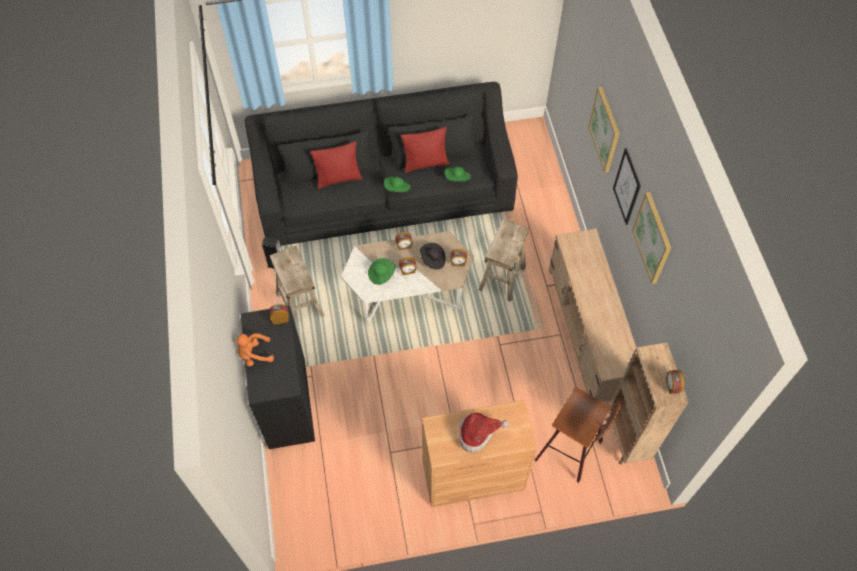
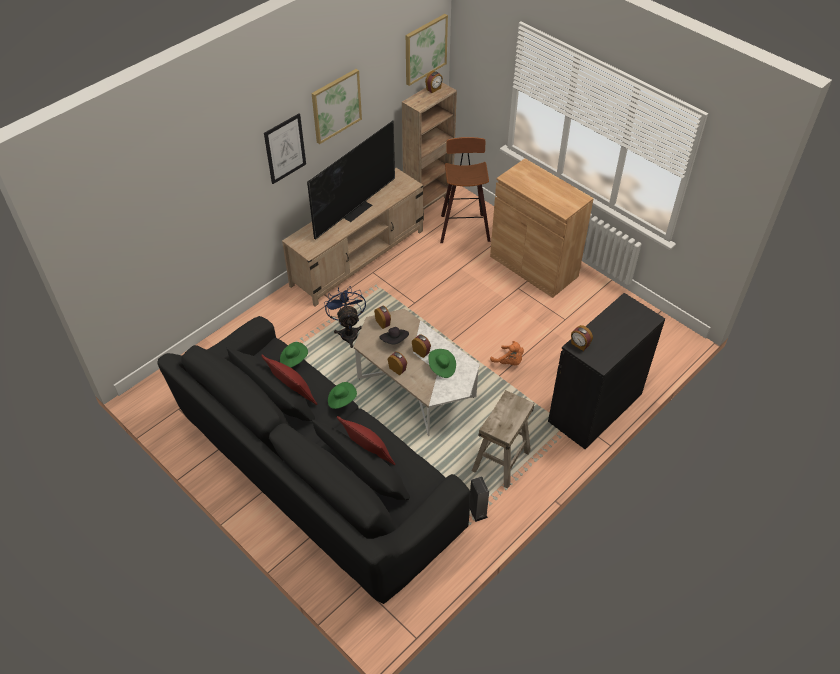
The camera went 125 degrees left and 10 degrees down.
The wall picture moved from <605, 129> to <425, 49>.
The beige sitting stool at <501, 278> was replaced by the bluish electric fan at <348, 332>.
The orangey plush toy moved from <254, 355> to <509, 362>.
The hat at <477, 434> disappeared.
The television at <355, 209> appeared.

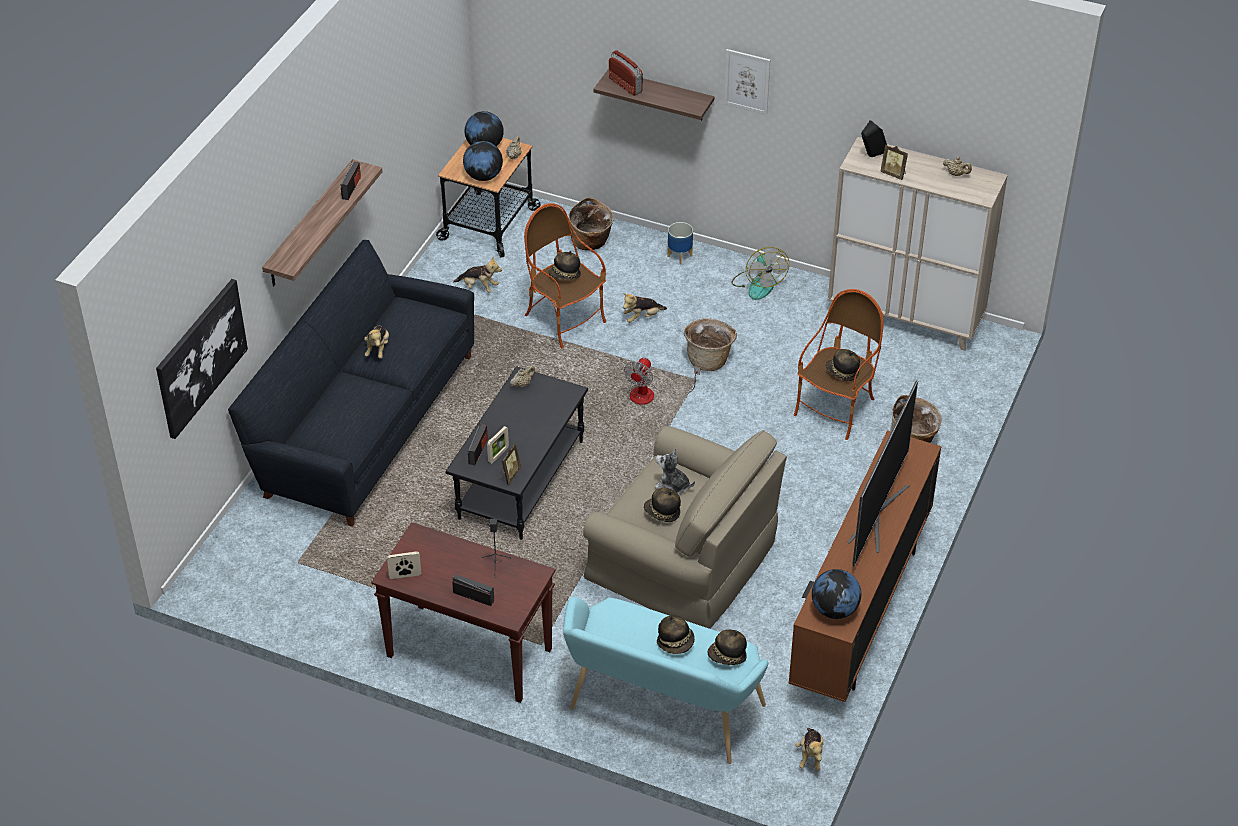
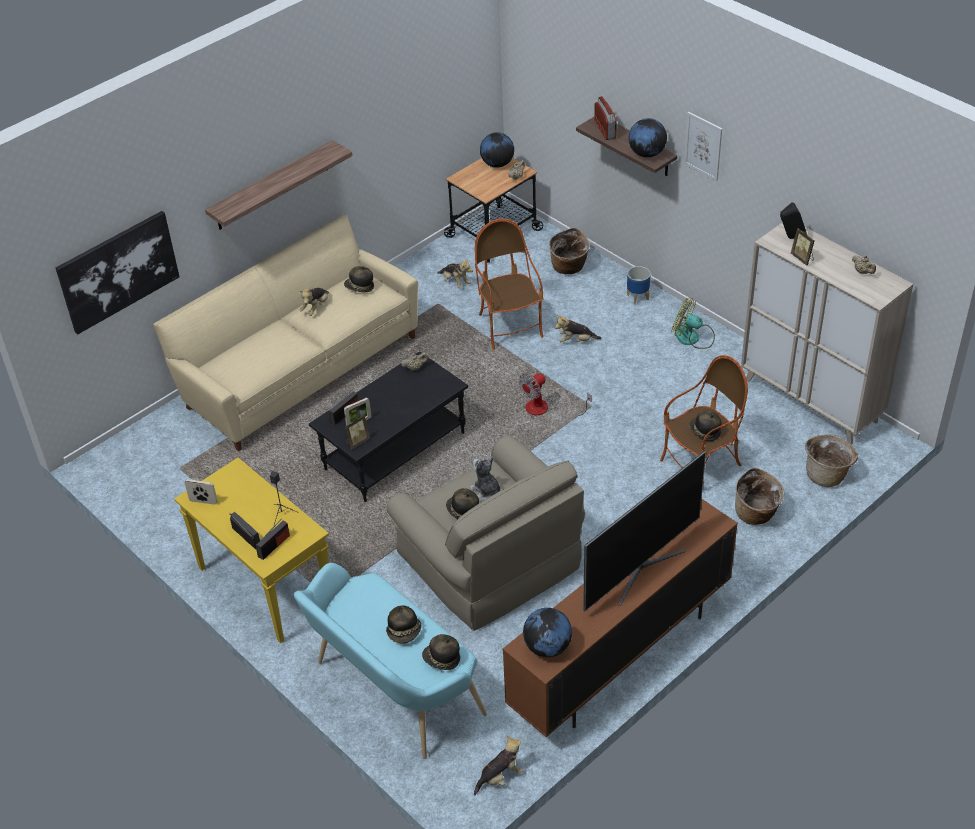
The camera went 25 degrees right and 0 degrees up.
The world globe moved from <483, 176> to <646, 153>.
The radio moved from <351, 187> to <274, 546>.
The black-coloured couch at <363, 423> became the beige couch at <298, 369>.
The electric fan at <758, 284> turned 105 degrees clockwise.
The hat moved from <565, 275> to <359, 287>.
The basket moved from <709, 359> to <827, 474>.
The brown hall table at <467, 653> became the yellow hall table at <264, 586>.
The plush toy at <810, 756> turned 150 degrees counterclockwise.

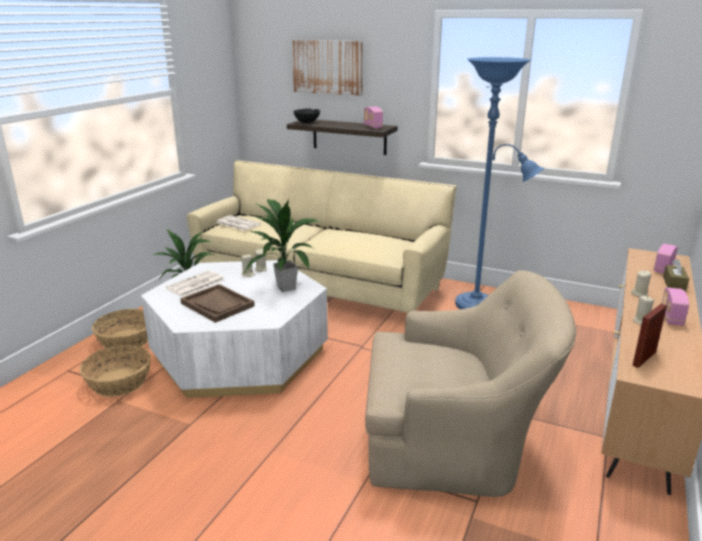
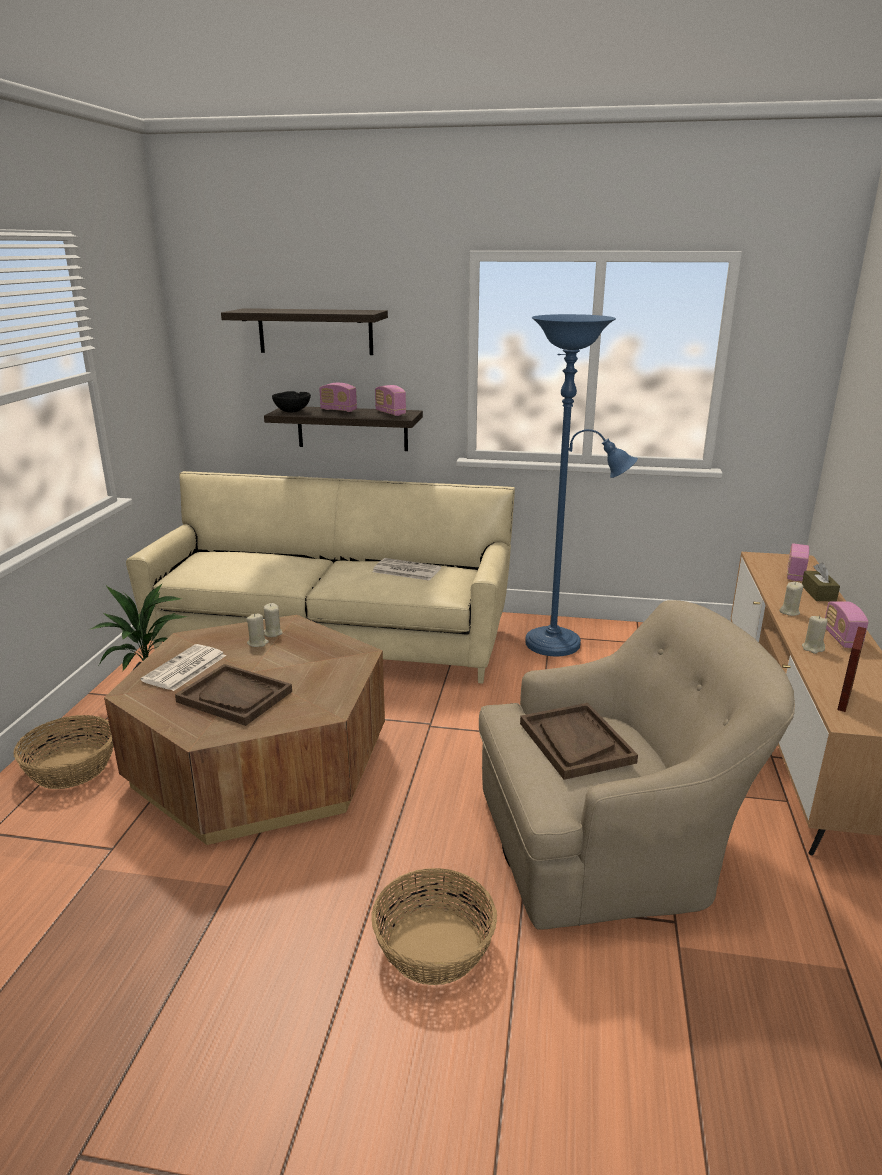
The camera went 15 degrees left and 0 degrees up.
The wall picture at <327, 67> was replaced by the wall shelf at <315, 331>.
The potted plant at <286, 287> disappeared.
The printed paper moved from <237, 223> to <405, 570>.
The whitish lounge table at <240, 354> became the brown lounge table at <261, 762>.
The basket moved from <119, 382> to <433, 946>.
The radio at <338, 410> appeared.
The brown tray at <575, 742> appeared.

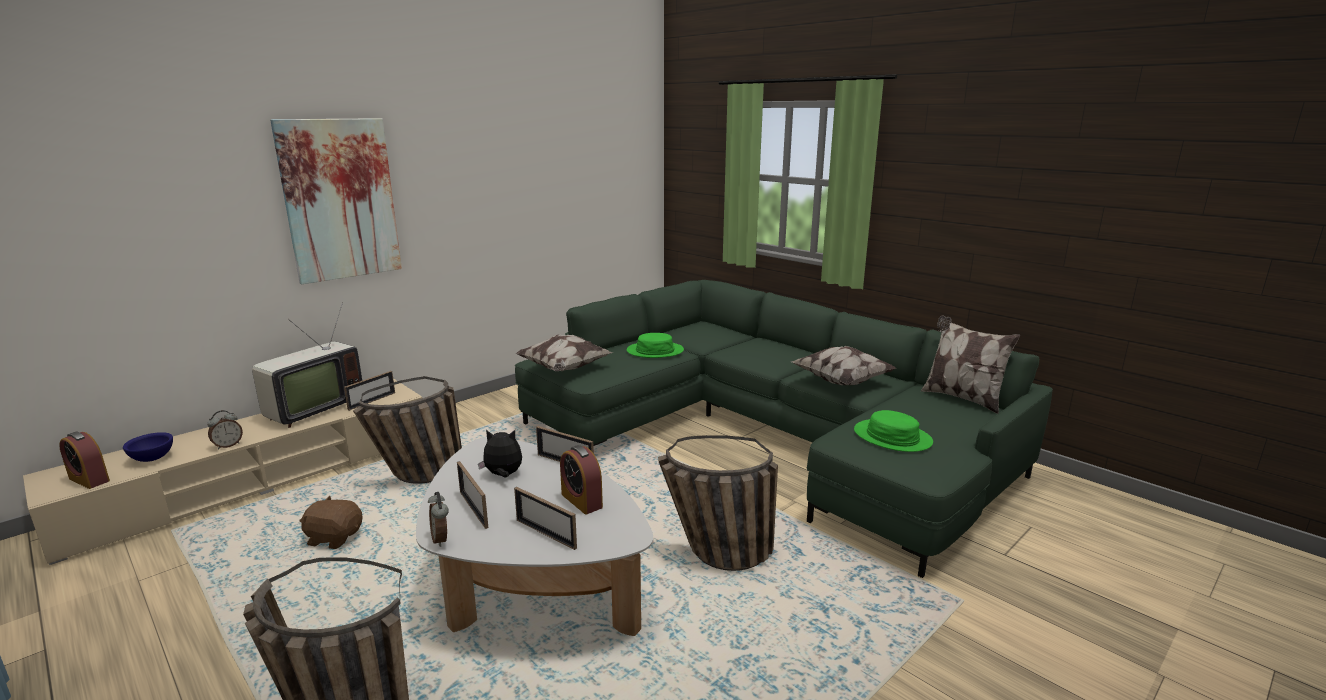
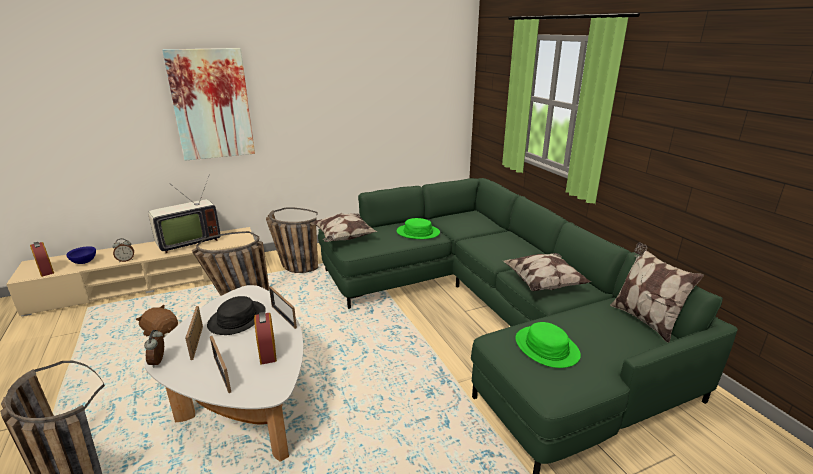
The camera went 20 degrees right and 5 degrees up.
The photo frame at <372, 401> disappeared.
The plush toy at <503, 475> was replaced by the black-coloured hat at <237, 318>.
The basket moved from <713, 555> to <292, 266>.

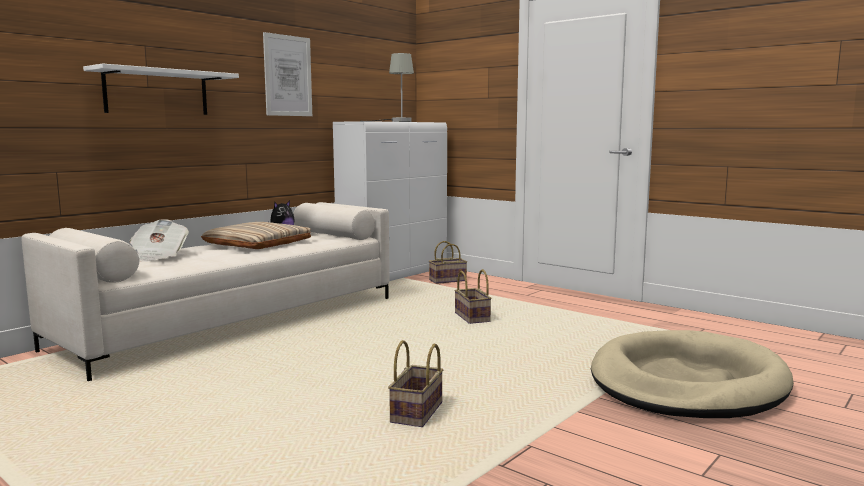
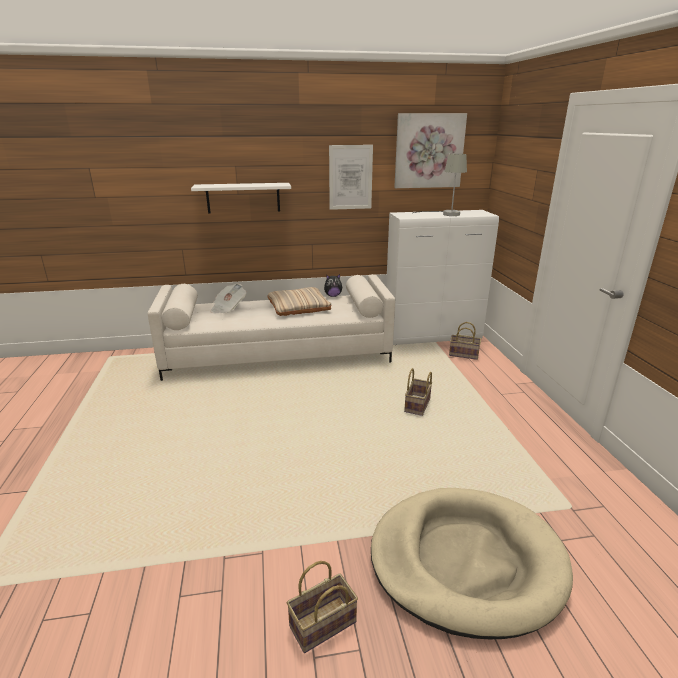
The camera went 40 degrees right and 15 degrees up.
The basket moved from <417, 414> to <322, 626>.
The wall picture at <429, 151> appeared.

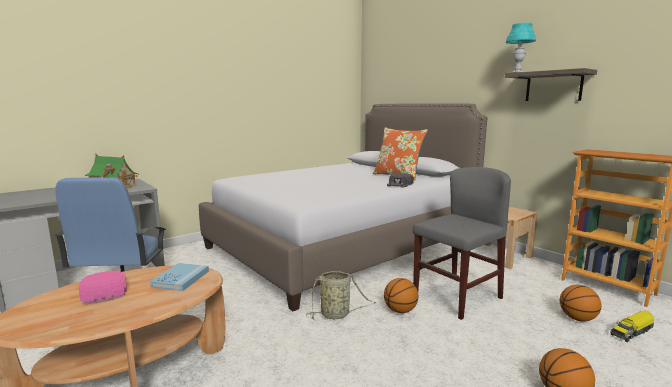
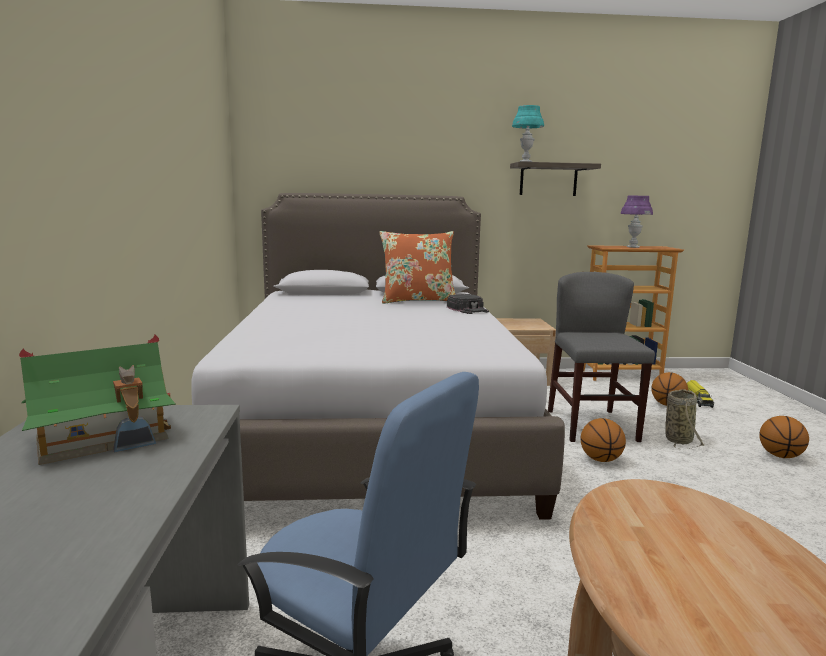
The camera went 55 degrees left and 0 degrees up.
The bluish book at <181, 279> disappeared.
The pink cap at <104, 290> disappeared.
The basket moved from <337, 314> to <678, 439>.
The purple table lamp at <633, 247> appeared.

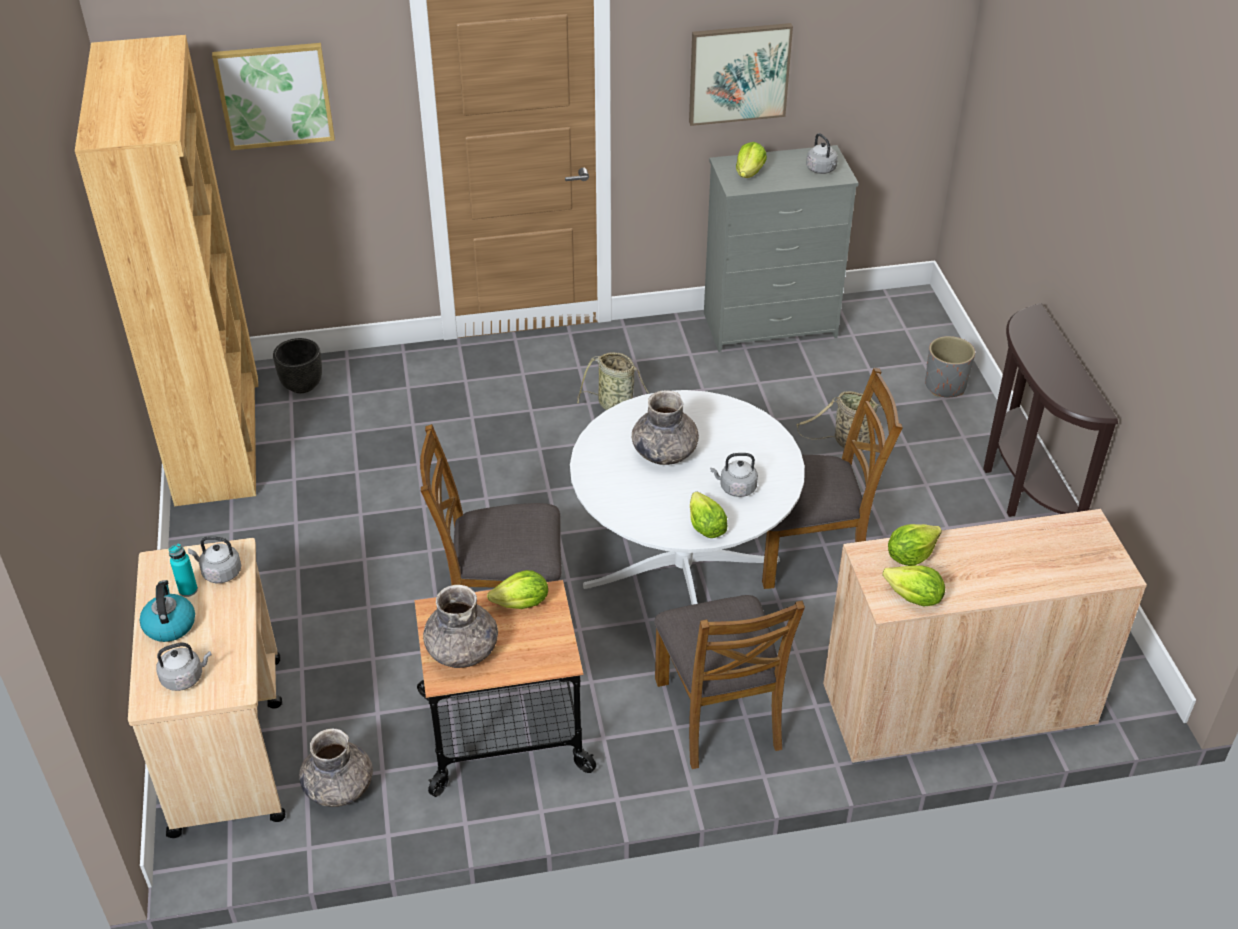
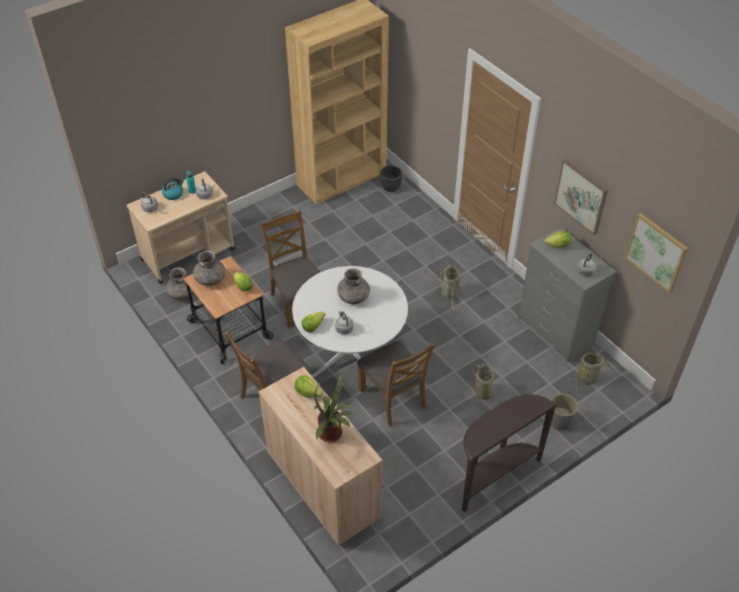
The camera went 65 degrees right and 5 degrees up.
The wall picture moved from <275, 95> to <656, 252>.
The lettuce head at <914, 598> disappeared.
The basket at <588, 379> appeared.
The potted plant at <332, 434> appeared.

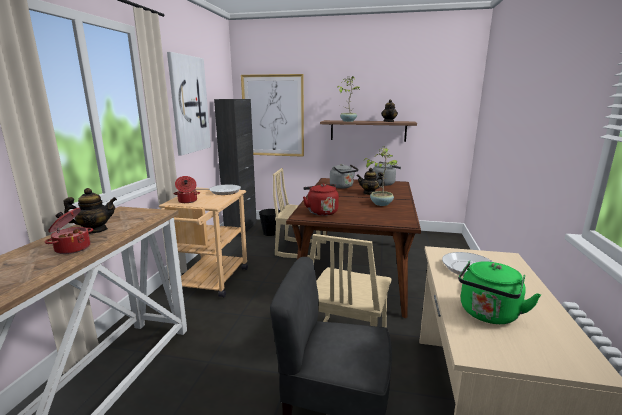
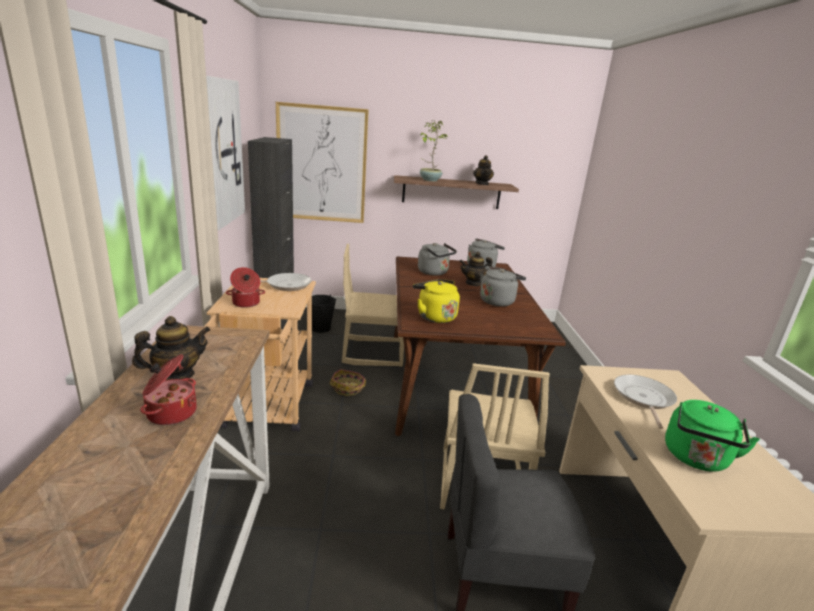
The camera went 15 degrees left and 5 degrees up.
The potted plant at <381, 204> was replaced by the grey water kettle at <498, 301>.
The red-coloured water kettle at <321, 212> became the yellow water kettle at <434, 316>.
The basket at <348, 388> appeared.

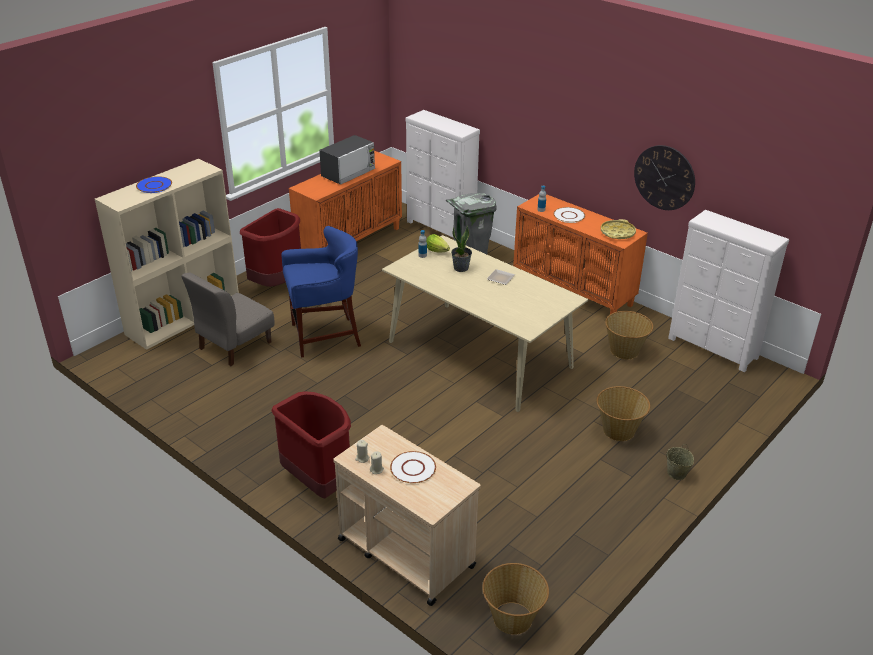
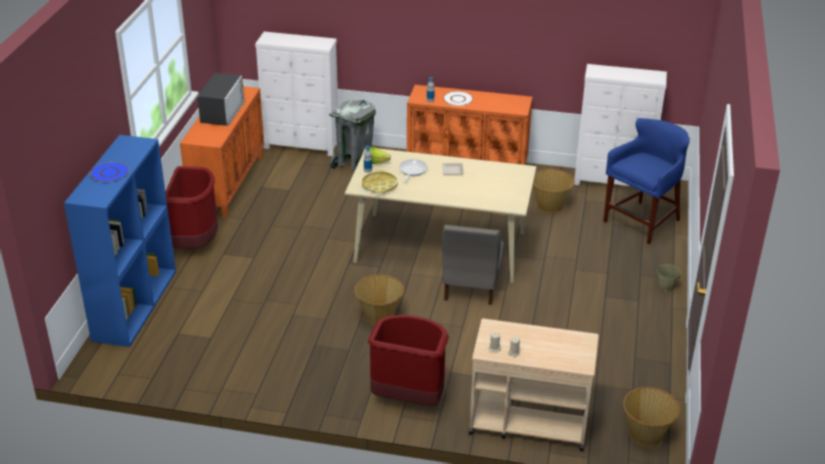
The camera went 30 degrees left and 0 degrees up.
The clock on the wall at <664, 177> disappeared.
The beige bookcase at <183, 317> became the bluish bookcase at <134, 304>.
The yellow tray moved from <617, 233> to <379, 185>.
The potted plant at <461, 268> was replaced by the skillet at <411, 171>.
The bluish sitting stool moved from <324, 336> to <642, 222>.
The grey plain chair moved from <234, 345> to <470, 286>.
The basket moved from <618, 431> to <379, 316>.
The whitish plate at <413, 468> disappeared.

